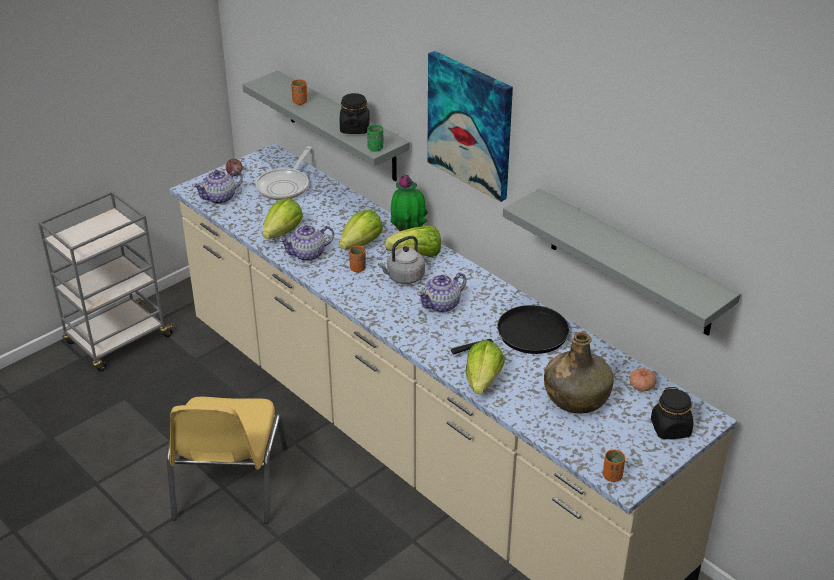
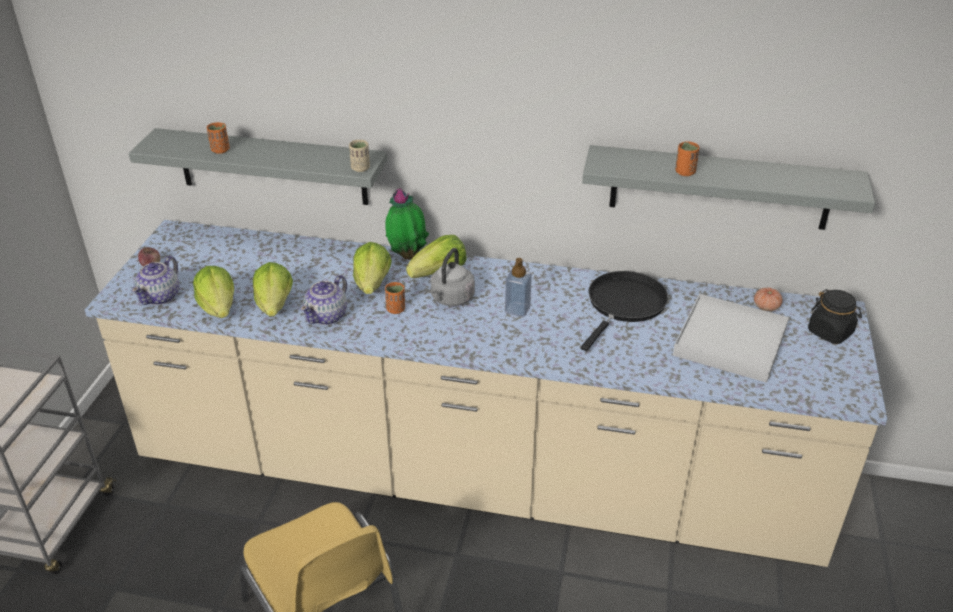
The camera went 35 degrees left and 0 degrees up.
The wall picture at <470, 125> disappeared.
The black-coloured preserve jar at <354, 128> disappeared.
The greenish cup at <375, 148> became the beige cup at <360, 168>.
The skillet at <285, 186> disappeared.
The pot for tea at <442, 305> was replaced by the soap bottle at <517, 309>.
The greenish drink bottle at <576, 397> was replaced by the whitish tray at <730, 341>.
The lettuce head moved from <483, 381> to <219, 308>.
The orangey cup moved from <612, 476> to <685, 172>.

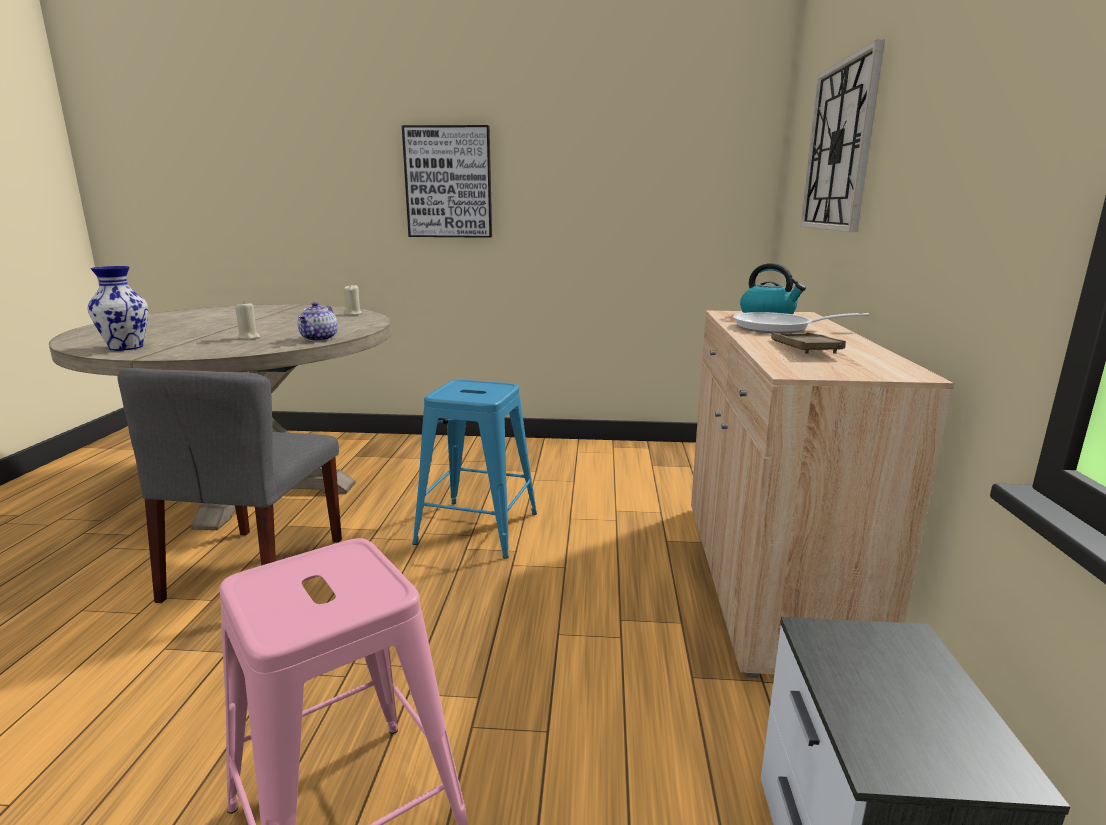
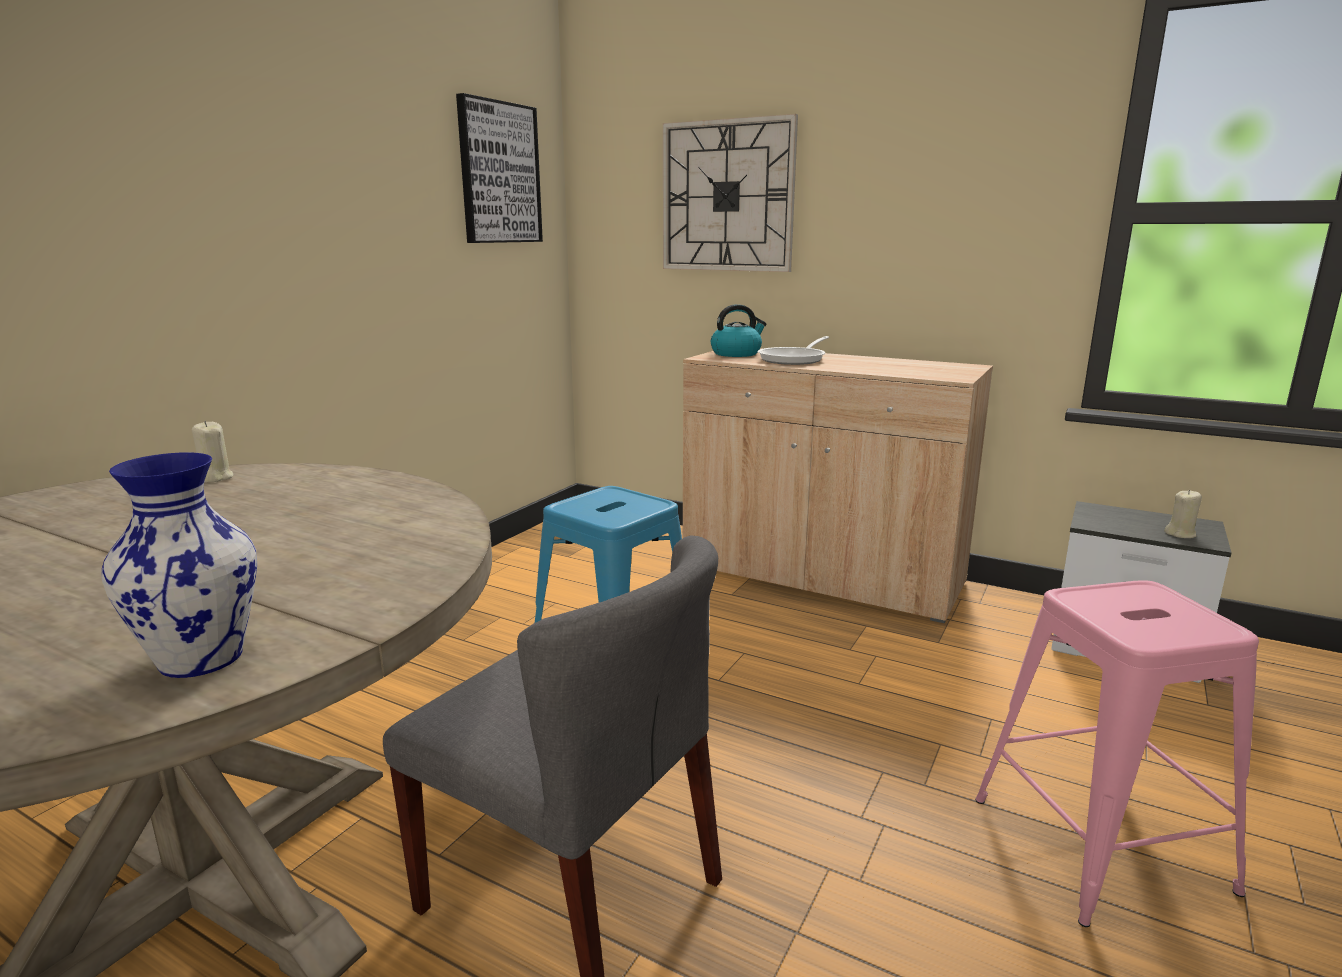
The camera went 65 degrees left and 0 degrees up.
The wall picture moved from <448, 182> to <499, 173>.
The beige candle moved from <249, 337> to <1180, 534>.
The pot for tea at <319, 338> disappeared.
The brown tray at <804, 348> disappeared.

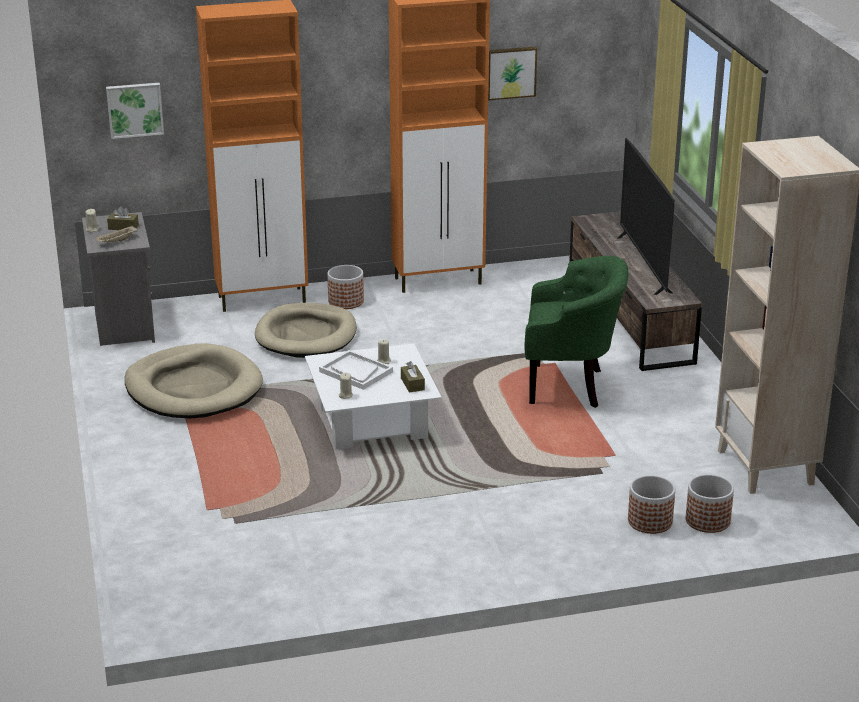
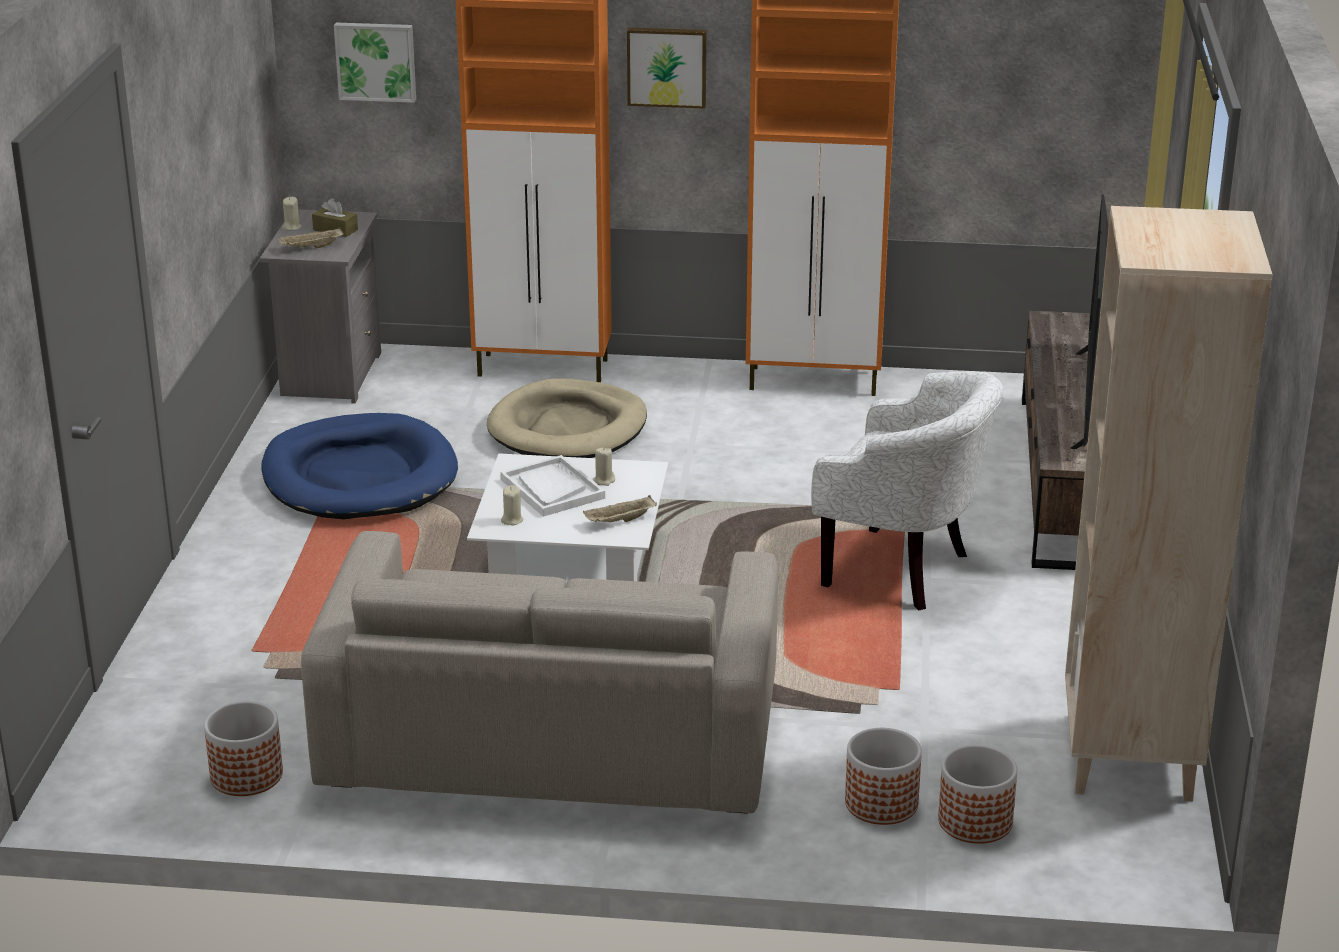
The camera went 20 degrees right and 0 degrees up.
The wall picture moved from <510, 72> to <667, 66>.
The greenish easy chair at <571, 386> became the whitish easy chair at <904, 571>.
The flower pot moved from <345, 301> to <246, 776>.
The beige pet bed at <193, 388> became the bluish pet bed at <359, 476>.
The brown tissue holder at <412, 384> was replaced by the beige tray at <620, 521>.
The beige couch at <551, 740> appeared.

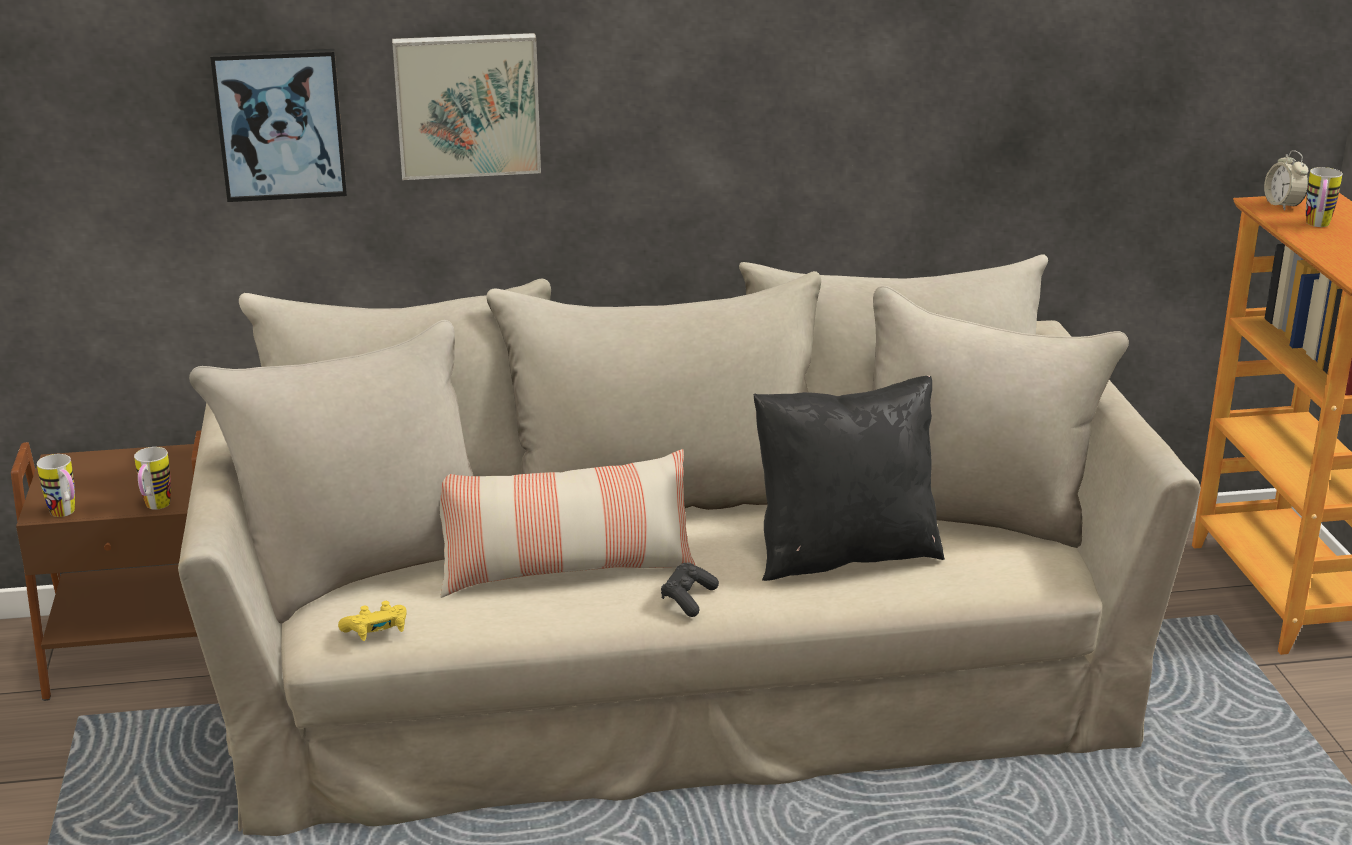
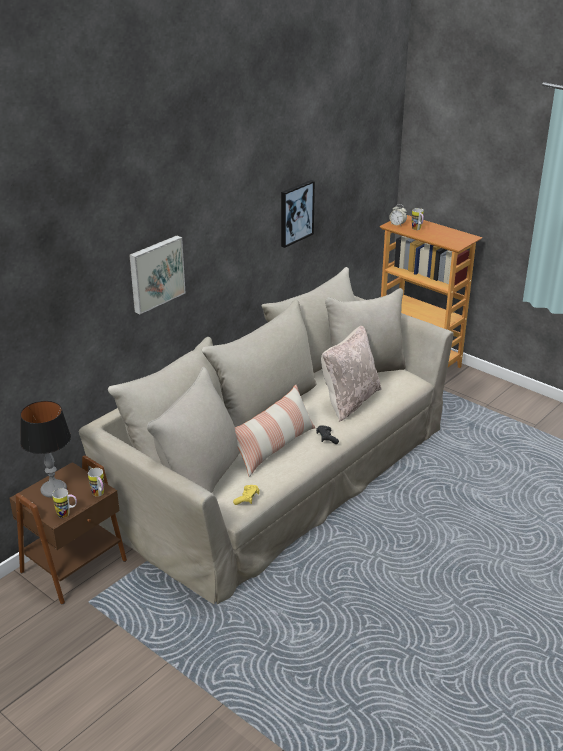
The camera went 40 degrees left and 5 degrees up.
The wall picture moved from <280, 124> to <296, 213>.
The black-coloured cushion at <844, 553> became the beige cushion at <349, 401>.
The table lamp at <54, 489> appeared.

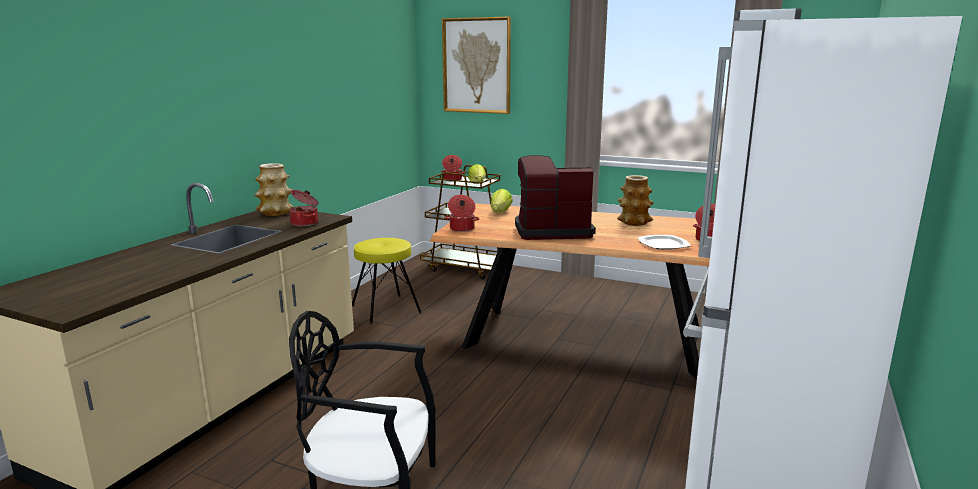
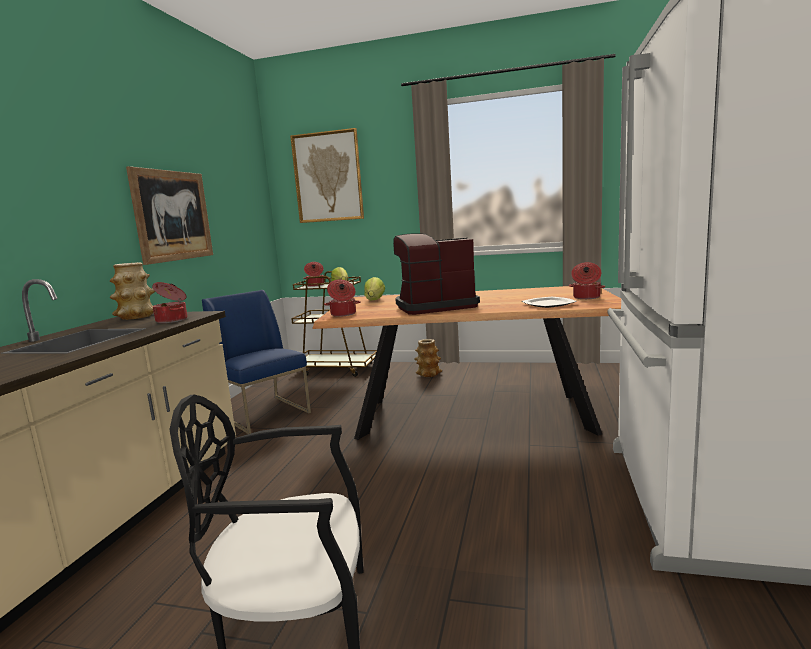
The camera went 10 degrees left and 5 degrees down.
The decorative vase moved from <634, 222> to <428, 374>.
The yellow sitting stool at <386, 309> was replaced by the bluish plain chair at <265, 414>.
The wall picture at <173, 216> appeared.

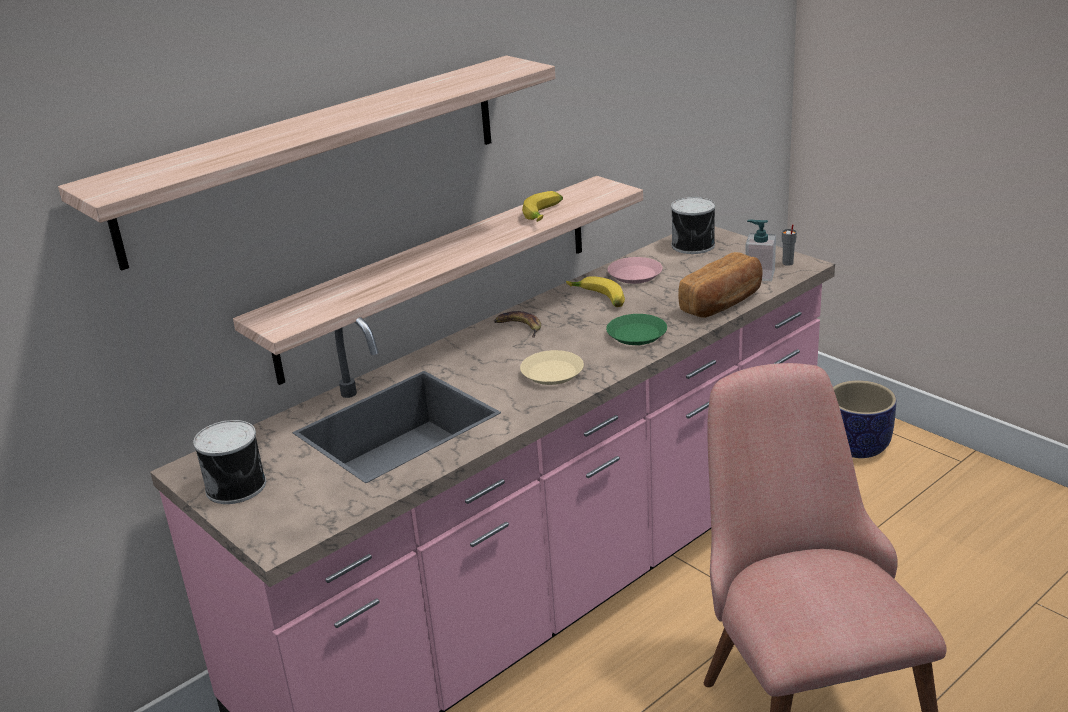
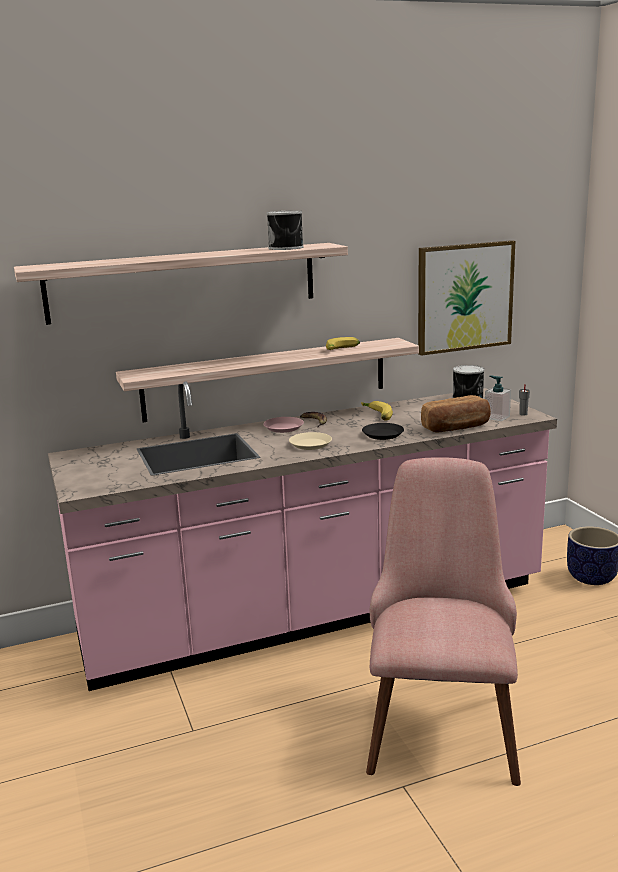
The camera went 20 degrees right and 10 degrees down.
The pink plate moved from <634, 274> to <283, 427>.
The greenish plate at <637, 334> became the black-coloured plate at <383, 434>.
The sealed can moved from <237, 486> to <287, 248>.
The wall picture at <464, 297> appeared.

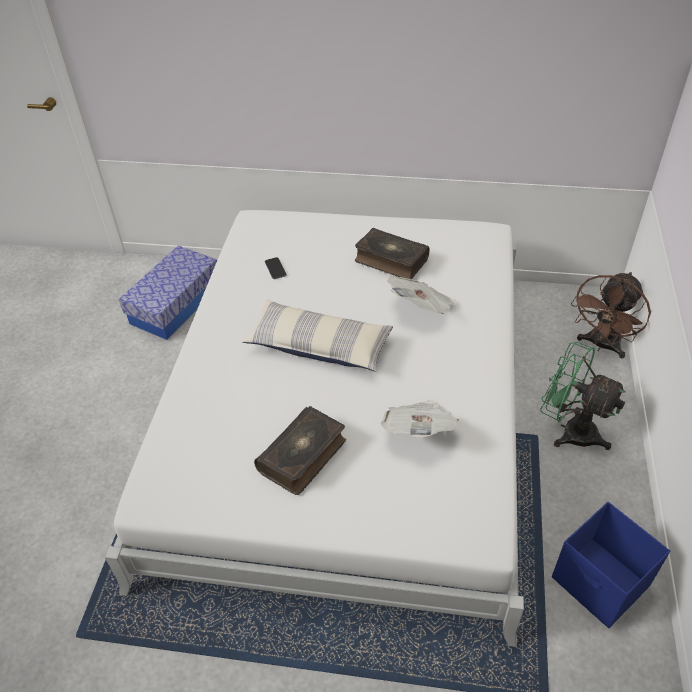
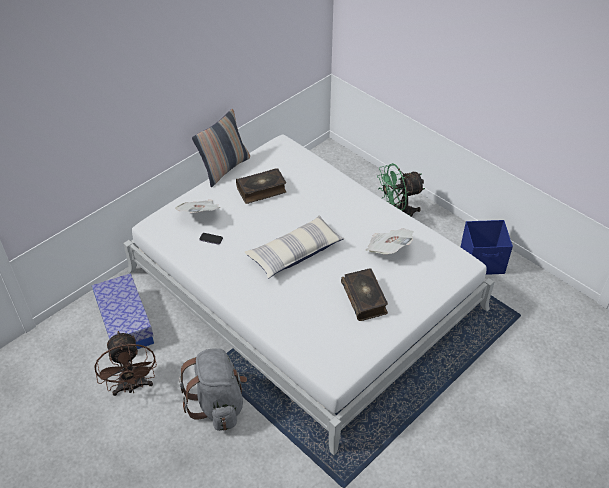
The camera went 55 degrees left and 0 degrees up.
The brown electric fan moved from <601, 345> to <132, 387>.
The printed paper moved from <422, 308> to <200, 214>.
The cushion at <224, 168> appeared.
The grey knapsack at <218, 404> appeared.

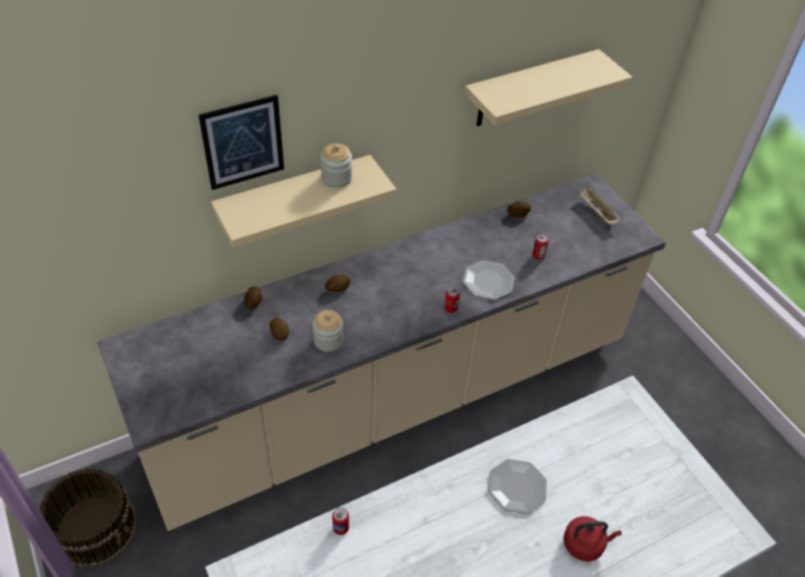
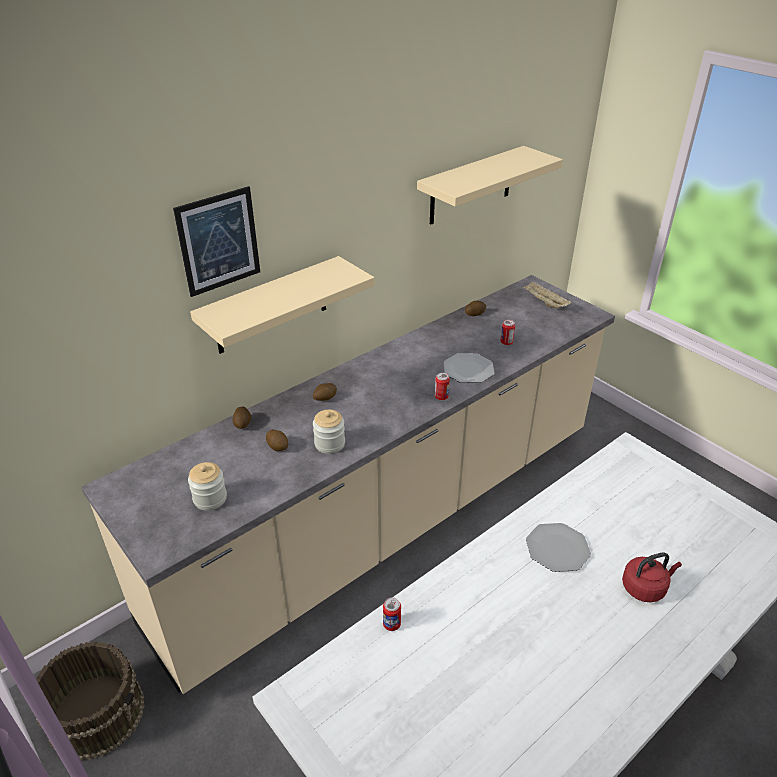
The camera went 10 degrees left and 10 degrees down.
The preserve jar moved from <336, 178> to <210, 498>.

